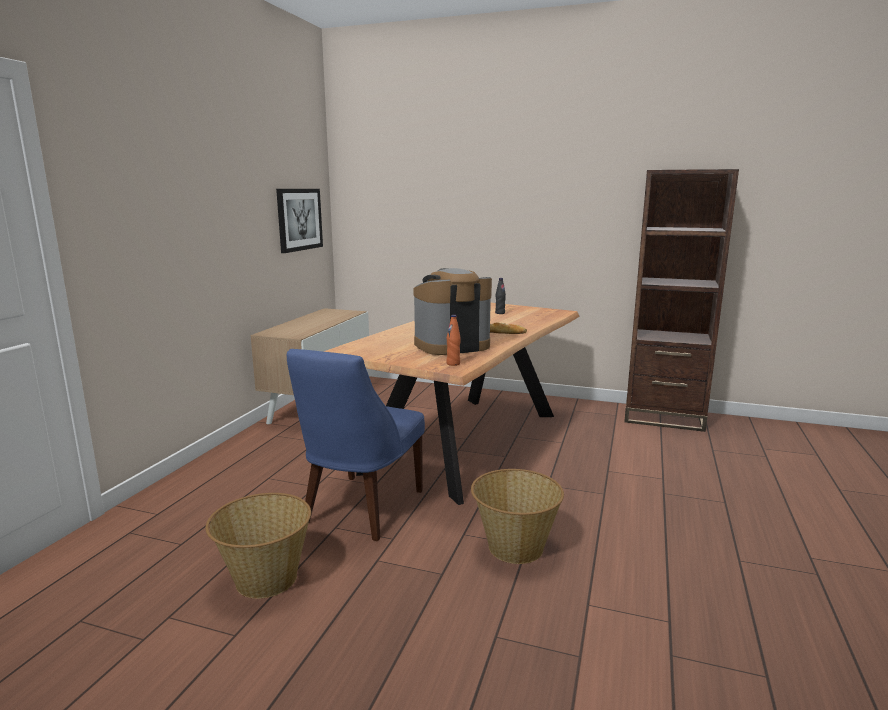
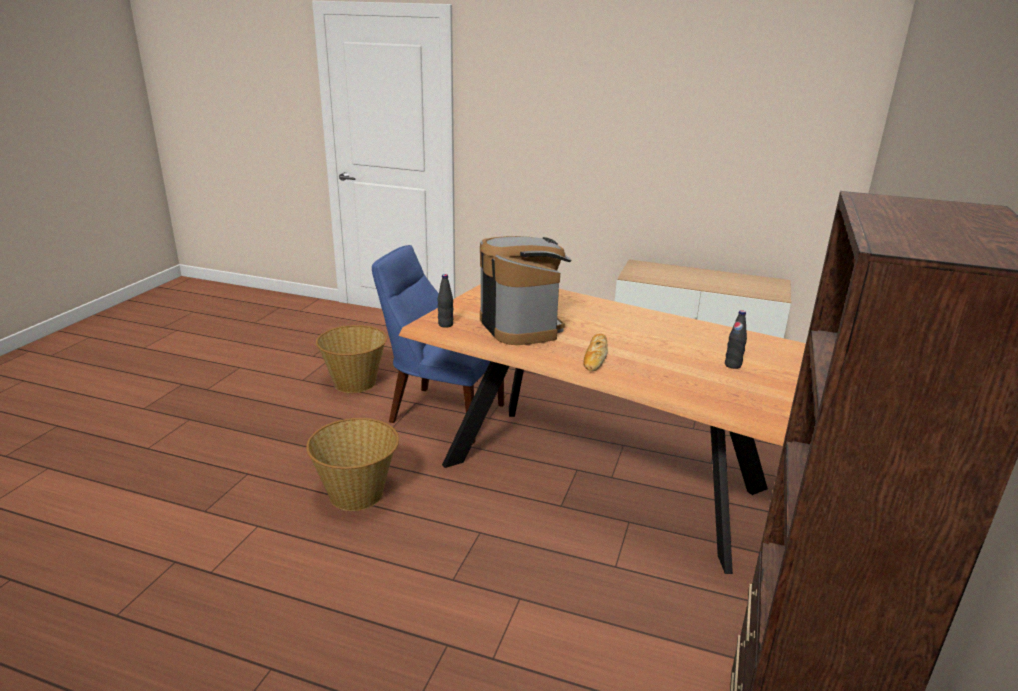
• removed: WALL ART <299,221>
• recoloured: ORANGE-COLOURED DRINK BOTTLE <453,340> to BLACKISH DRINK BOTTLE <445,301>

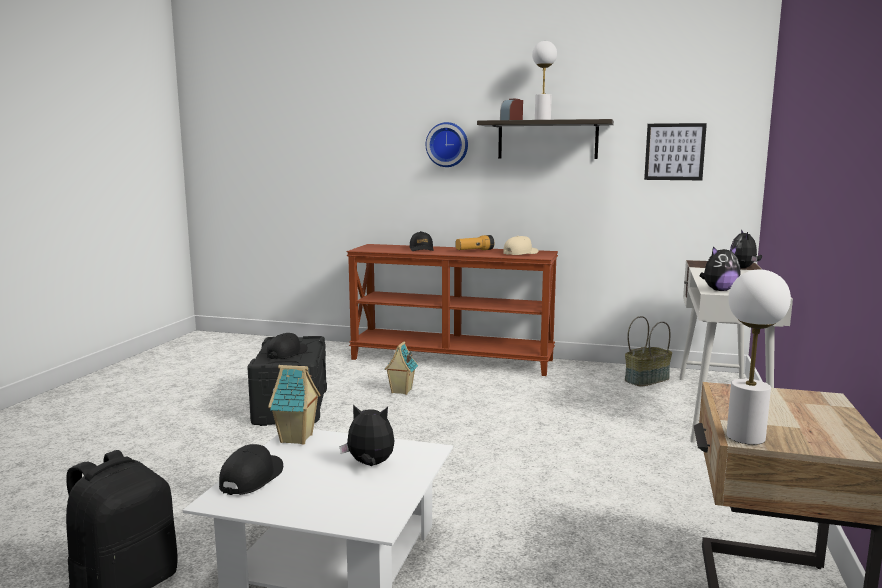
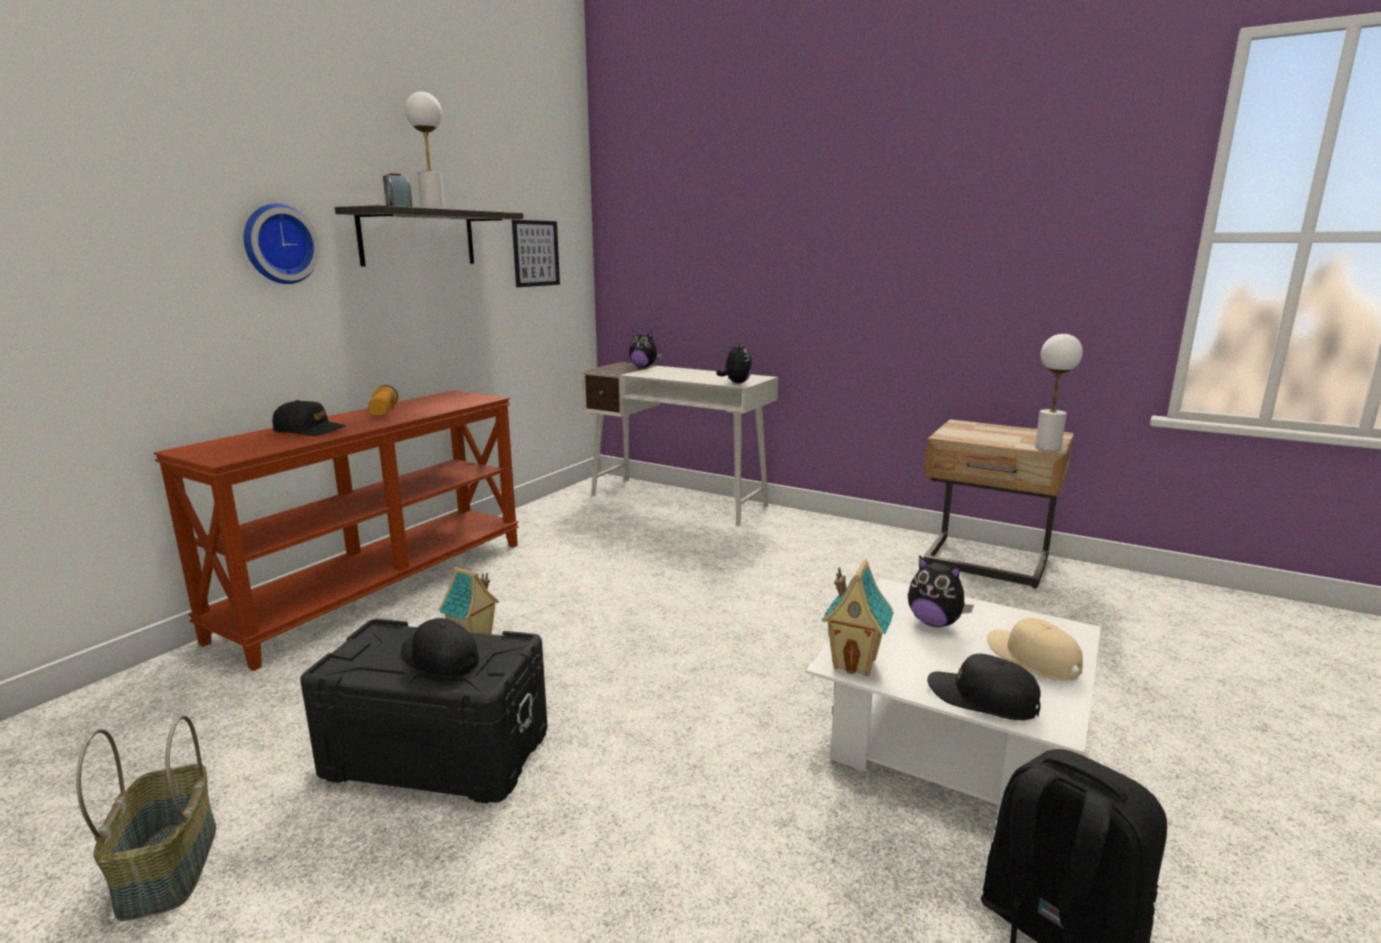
• moved: SAND-COLOURED PEAKED CAP <520,245> to <1035,649>
• moved: BASKET <648,351> to <146,818>
• turned: SOFT TOY <366,435> = <941,591> 75 degrees counterclockwise

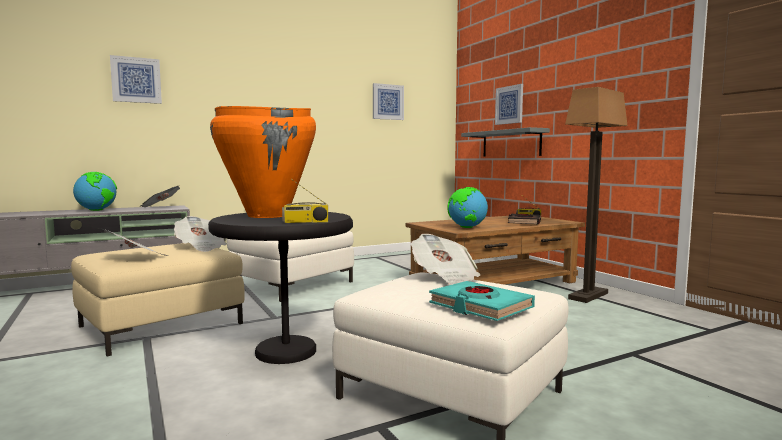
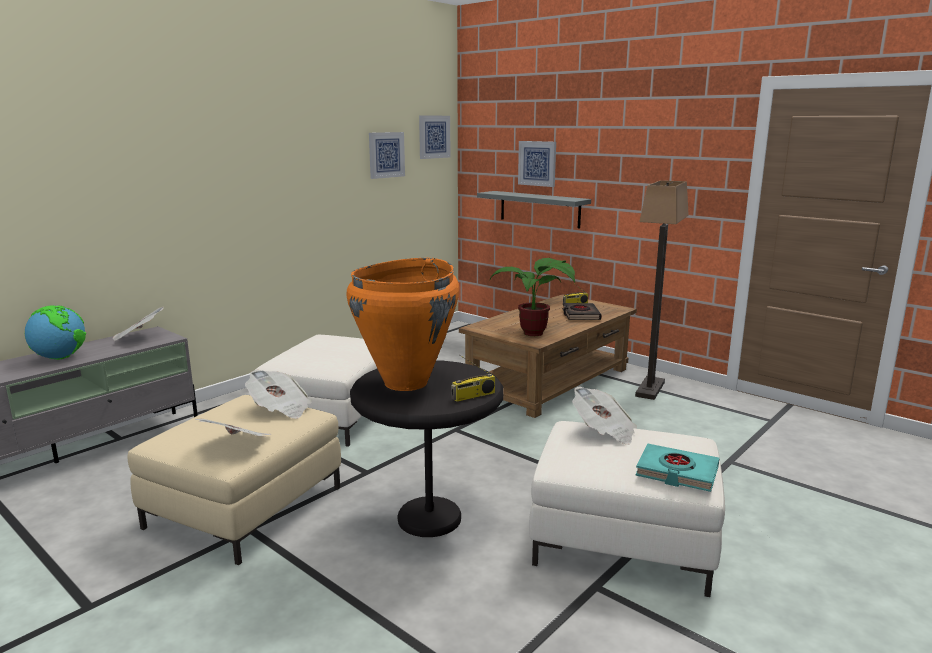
• moved: WALL ART <136,79> to <434,137>
• replaced: DESK GLOBE <467,207> to HOUSEPLANT <532,297>

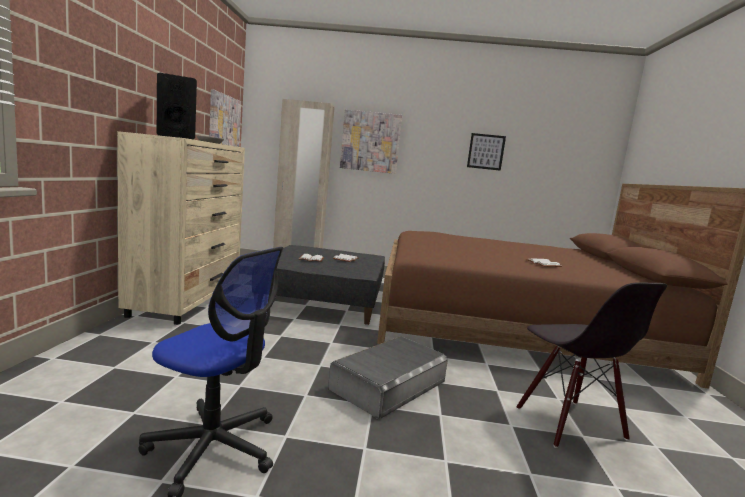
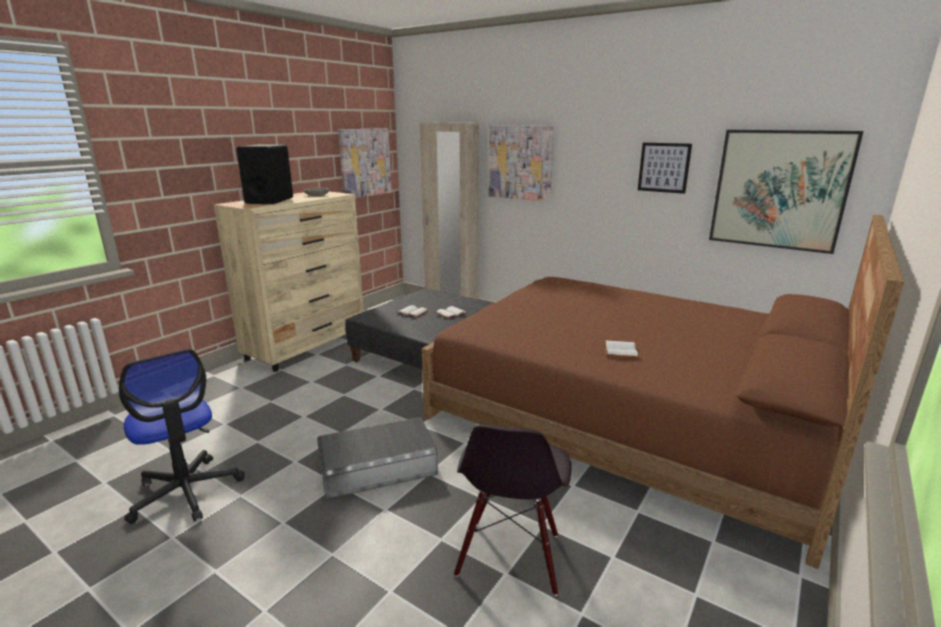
• added: WALL ART <786,192>

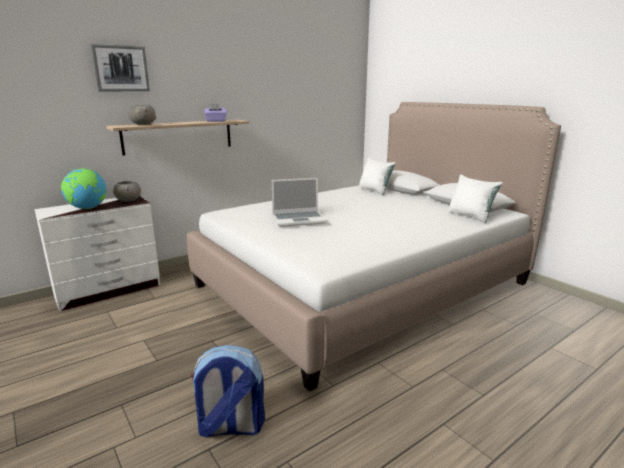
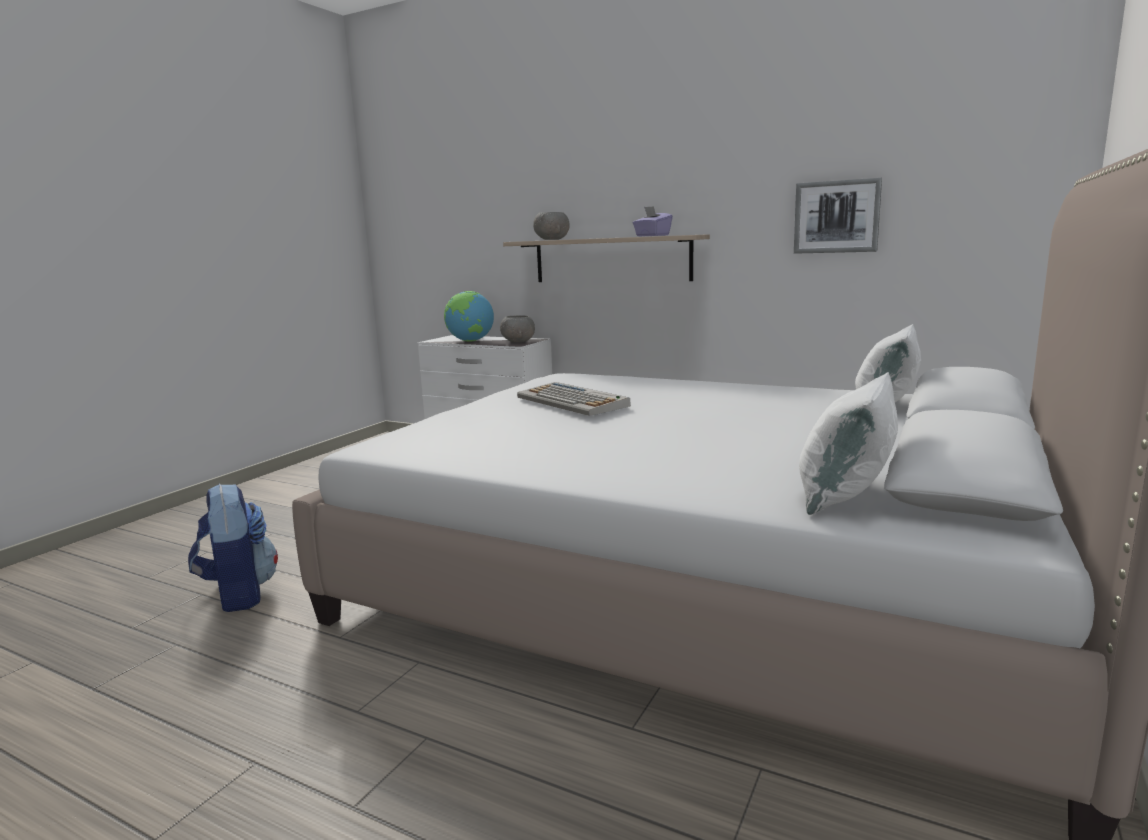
• moved: WALL ART <120,67> to <838,216>
• replaced: PORTABLE COMPUTER <299,202> to PC KEYBOARD <574,399>

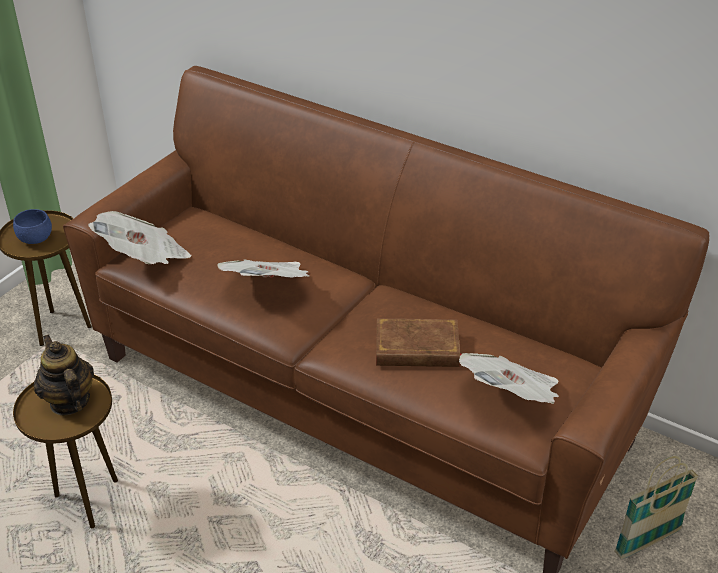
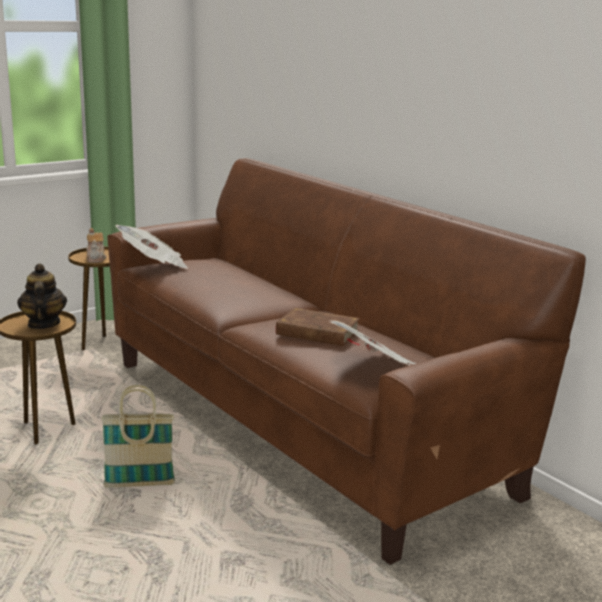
• replaced: BLUISH BOWL <32,226> to TEAPOT <97,245>
• removed: NEWSPAPER <263,269>
• moved: BASKET <656,507> to <138,436>

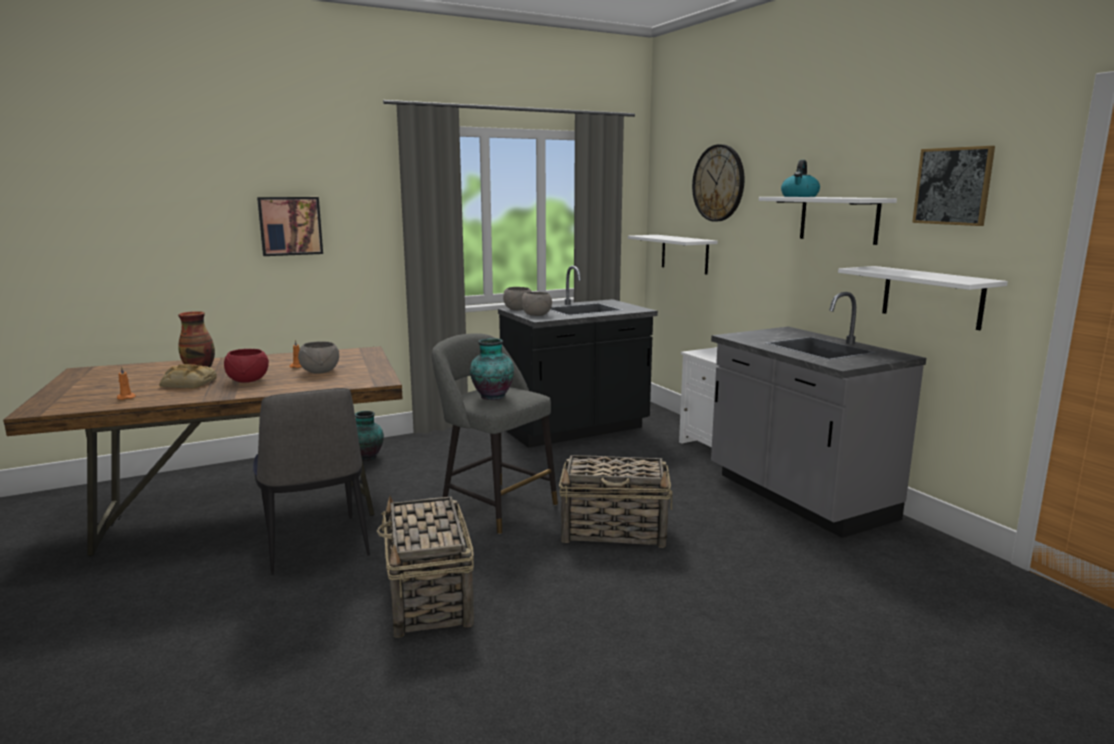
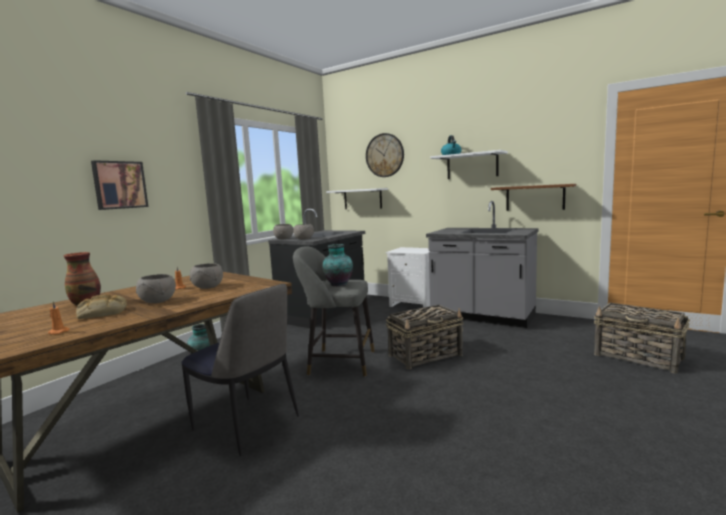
• removed: WALL ART <953,186>
• recoloured: WHITE SHELF <923,298> to BROWN SHELF <533,197>
• recoloured: REDDISH BOWL <246,366> to GRAY BOWL <156,288>
• moved: BASKET <425,567> to <642,338>

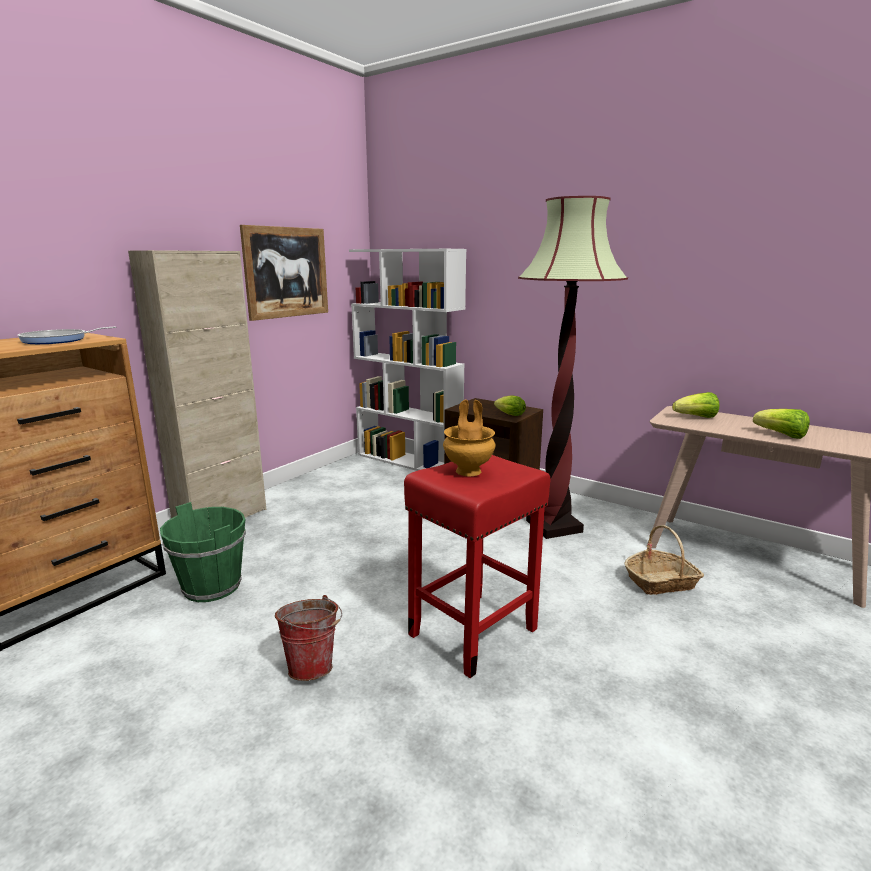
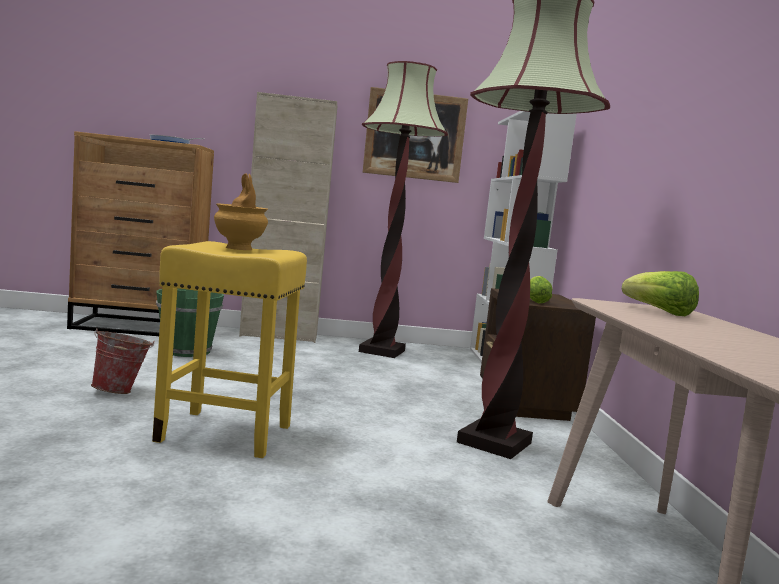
• removed: LETTUCE <781,424>
• recoloured: REDDISH SITTING STOOL <477,566> to YELLOW-COLOURED SITTING STOOL <229,349>
• removed: BASKET <664,560>
• added: FLOOR LAMP <403,209>

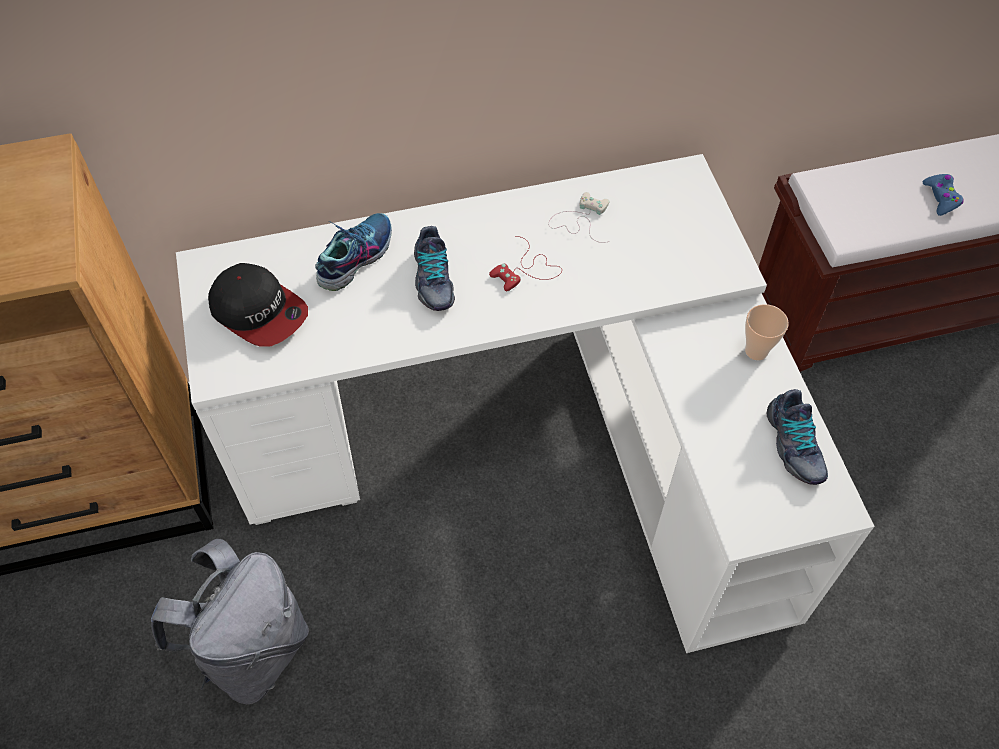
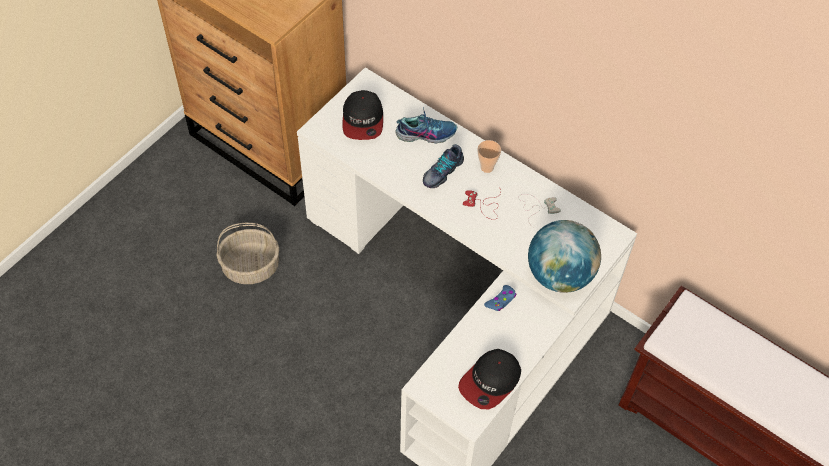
• moved: BLUISH GAME CONTROLLER <943,195> to <500,298>
• moved: DRINKING CUP <767,332> to <489,156>
• replaced: SHOE <797,437> to PEAKED CAP <489,379>
• replaced: GRAY BACKPACK <230,621> to BASKET <247,253>
• added: DESK GLOBE <564,256>

